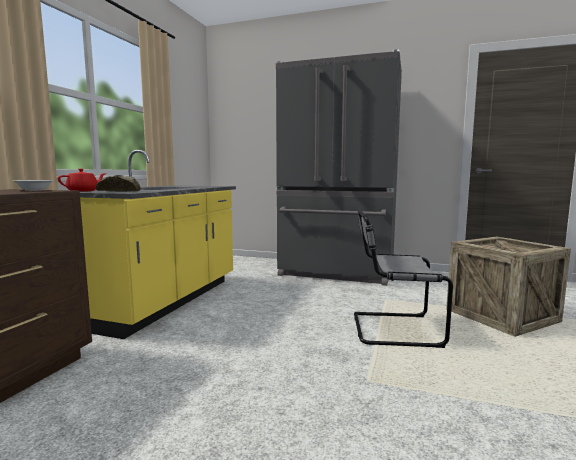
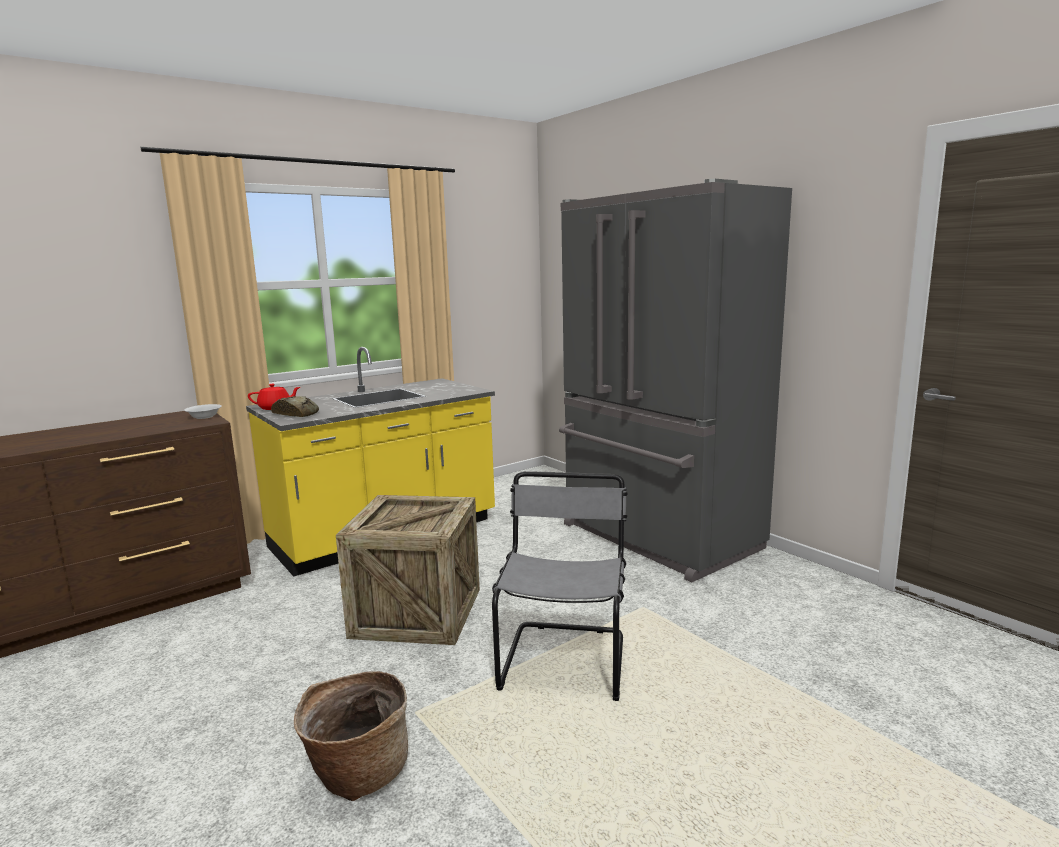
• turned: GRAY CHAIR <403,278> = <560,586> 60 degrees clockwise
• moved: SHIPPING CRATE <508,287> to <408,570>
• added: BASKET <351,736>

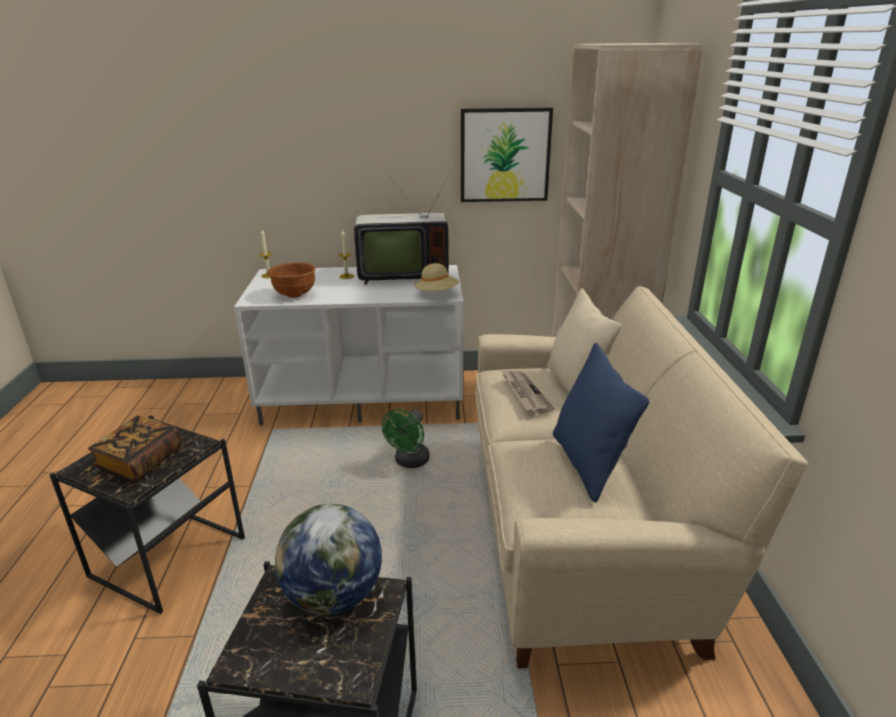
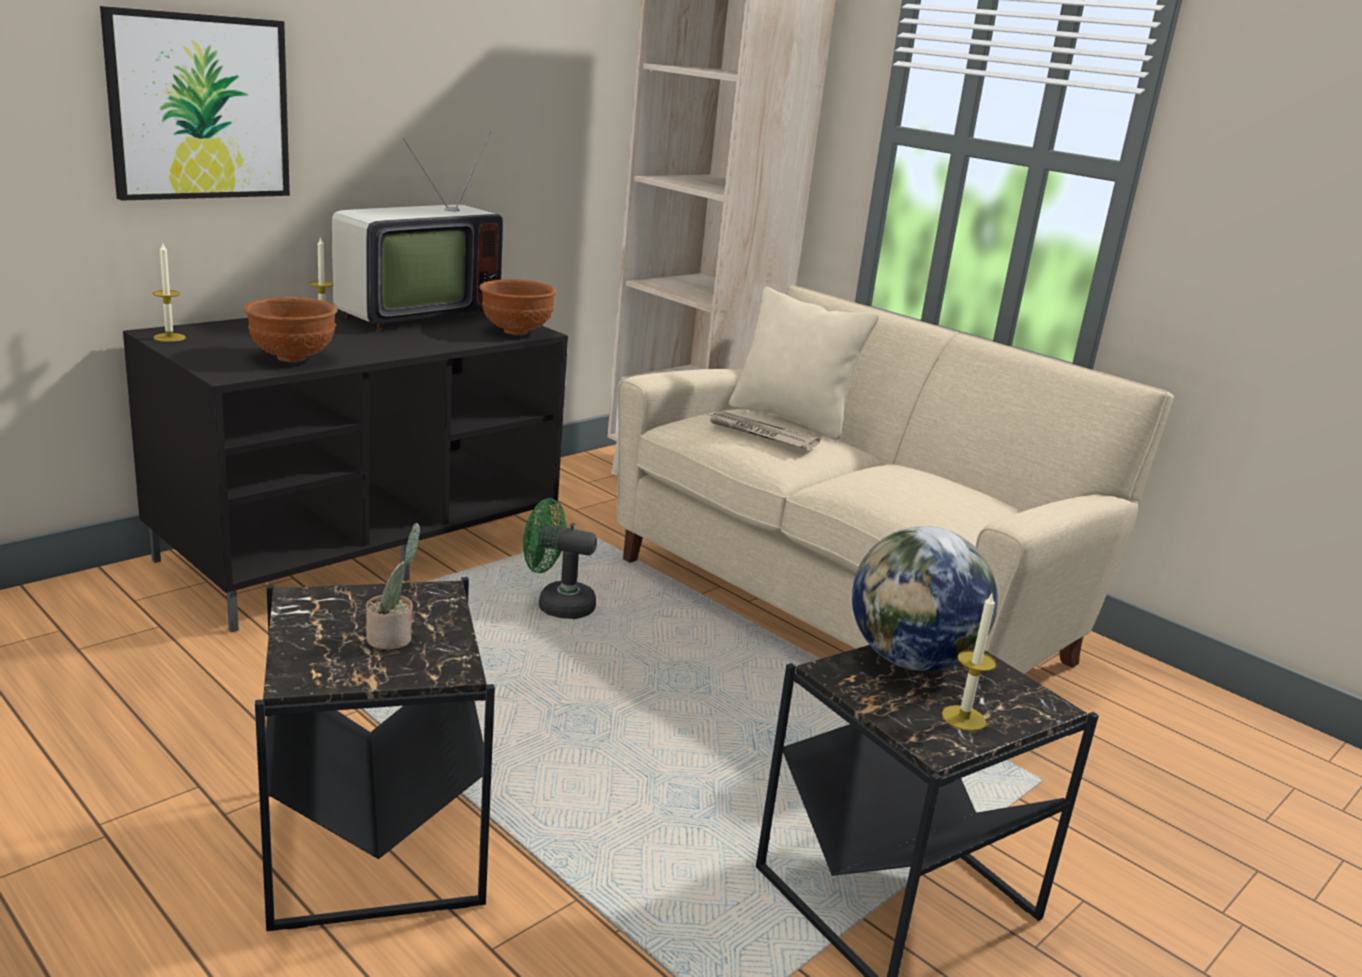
• moved: WALL ART <507,155> to <195,103>
• replaced: SAND-COLOURED CLOTHING HAT <436,277> to BROWN BOWL <518,307>
• recoloured: WHITE MEDIA CONSOLE <348,345> to BLACKISH MEDIA CONSOLE <345,470>
• removed: BLUISH PILLOW <601,422>
• turned: GREENISH FAN <406,438> = <560,558> 120 degrees clockwise
• replaced: BOOK <134,449> to HOUSEPLANT <393,586>
• added: CANDLE <969,662>

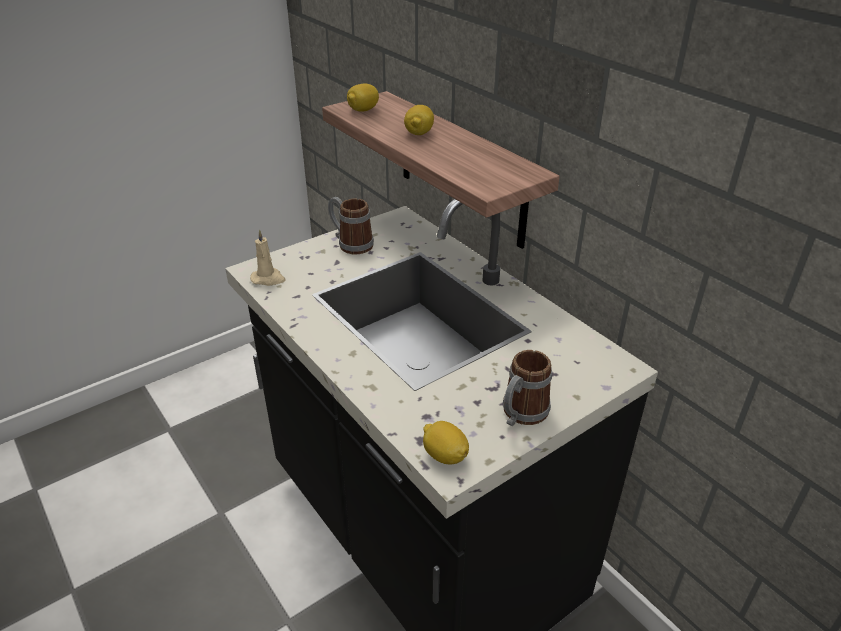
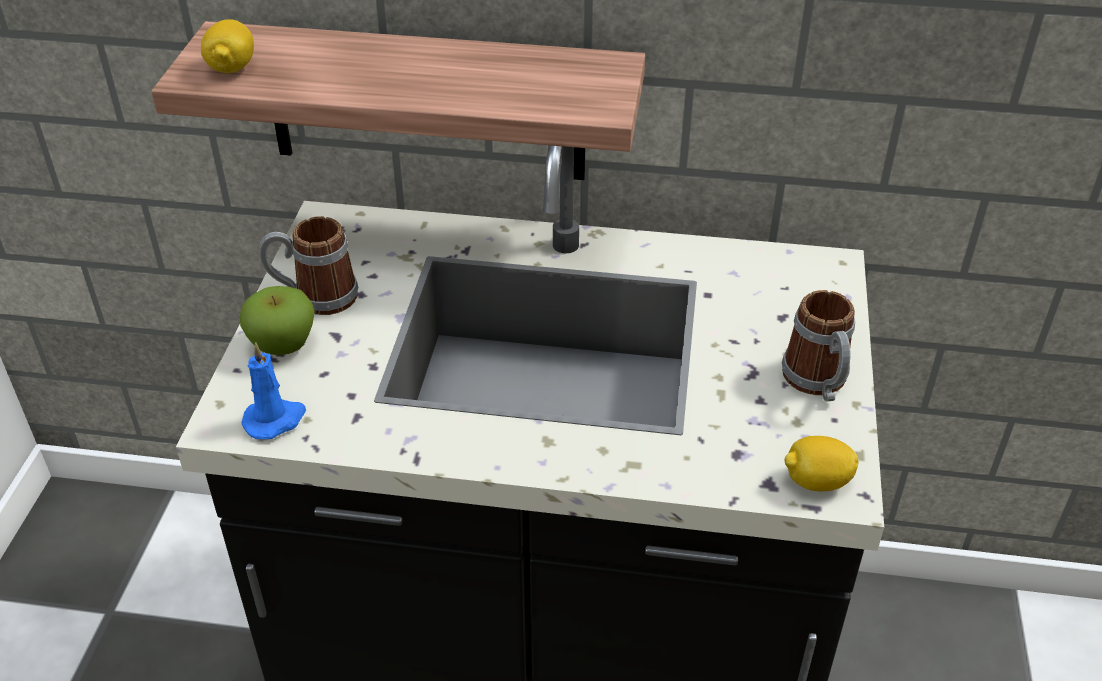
• removed: CITRUS FRUIT <419,120>
• recoloured: SAND-COLOURED CANDLE <268,257> to BLUISH CANDLE <274,390>
• added: APPLE <277,320>

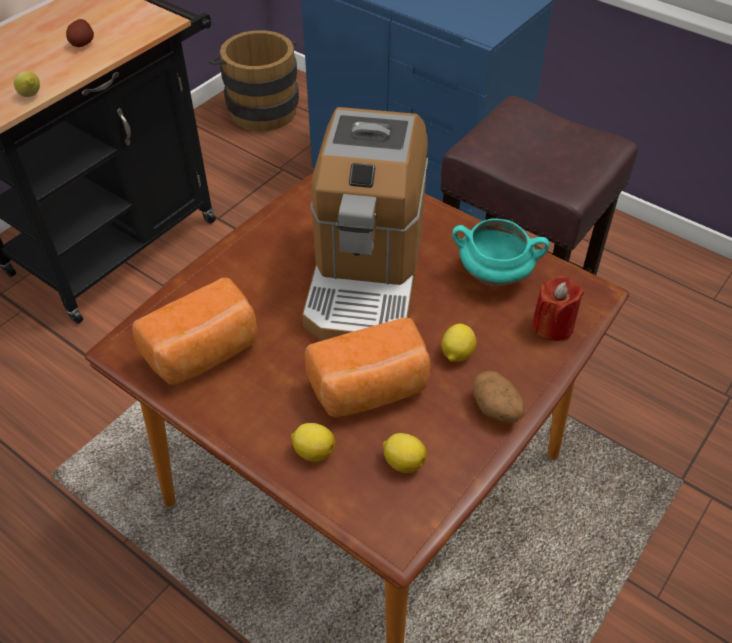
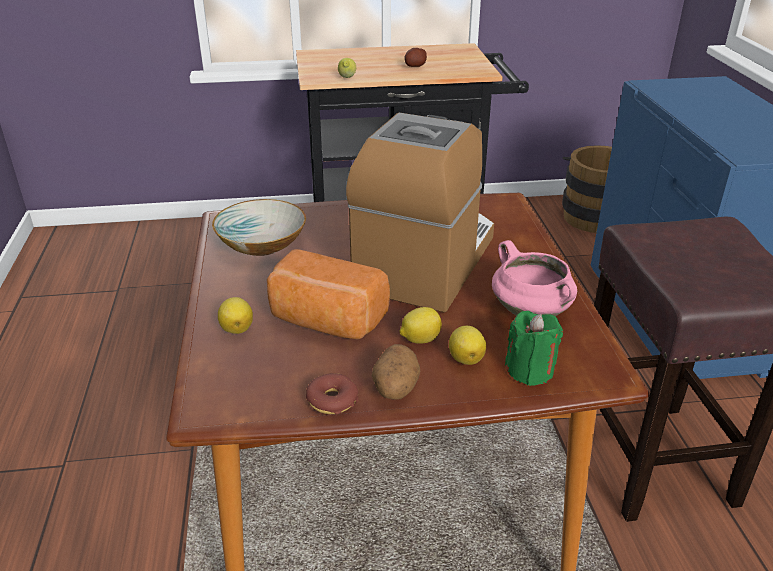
• turned: COFFEE BREWER <365,224> = <420,213> 150 degrees clockwise
• recoloured: TURQUOISE-COLOURED SAUCEPOT <501,252> to PINK SAUCEPOT <534,278>
• recoloured: REDDISH CANDLE <558,308> to GREENISH CANDLE <534,348>
• replaced: BAKED BREAD <194,331> to BOWL <259,227>
• moved: CITRUS FRUIT <405,453> to <467,345>
• added: DOUGHNUT <332,394>

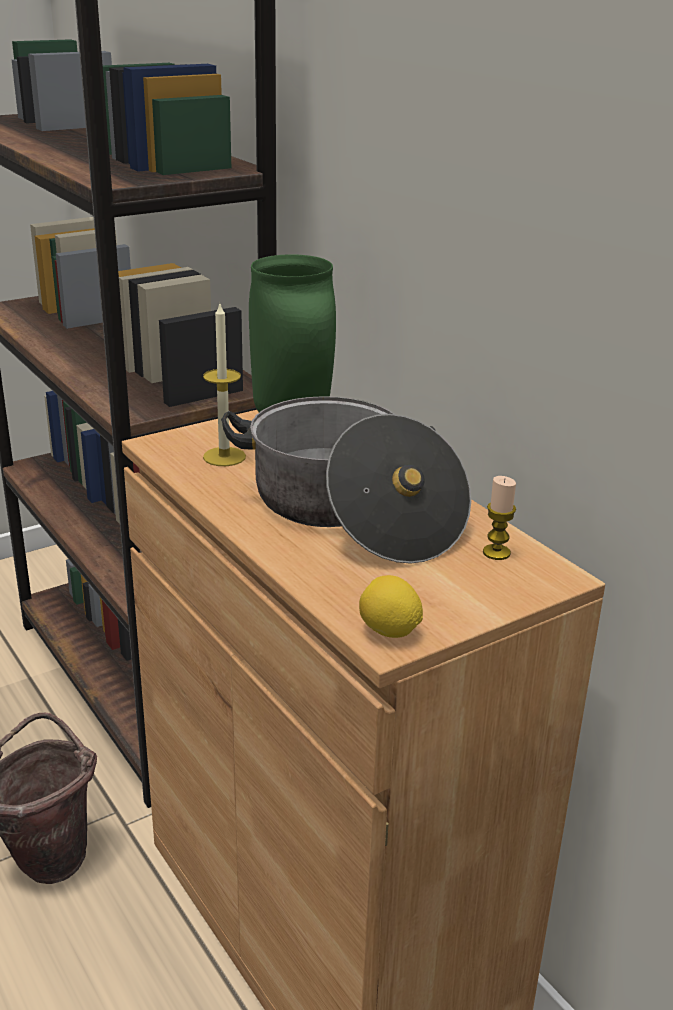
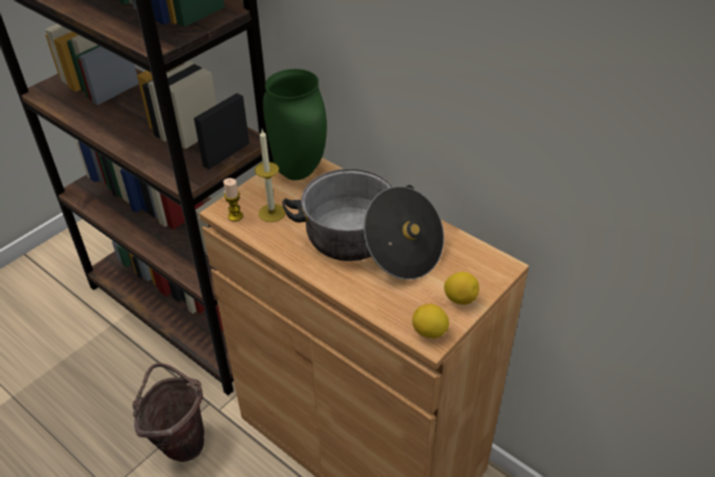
• moved: CANDLE <499,518> to <233,199>
• added: CITRUS FRUIT <461,288>

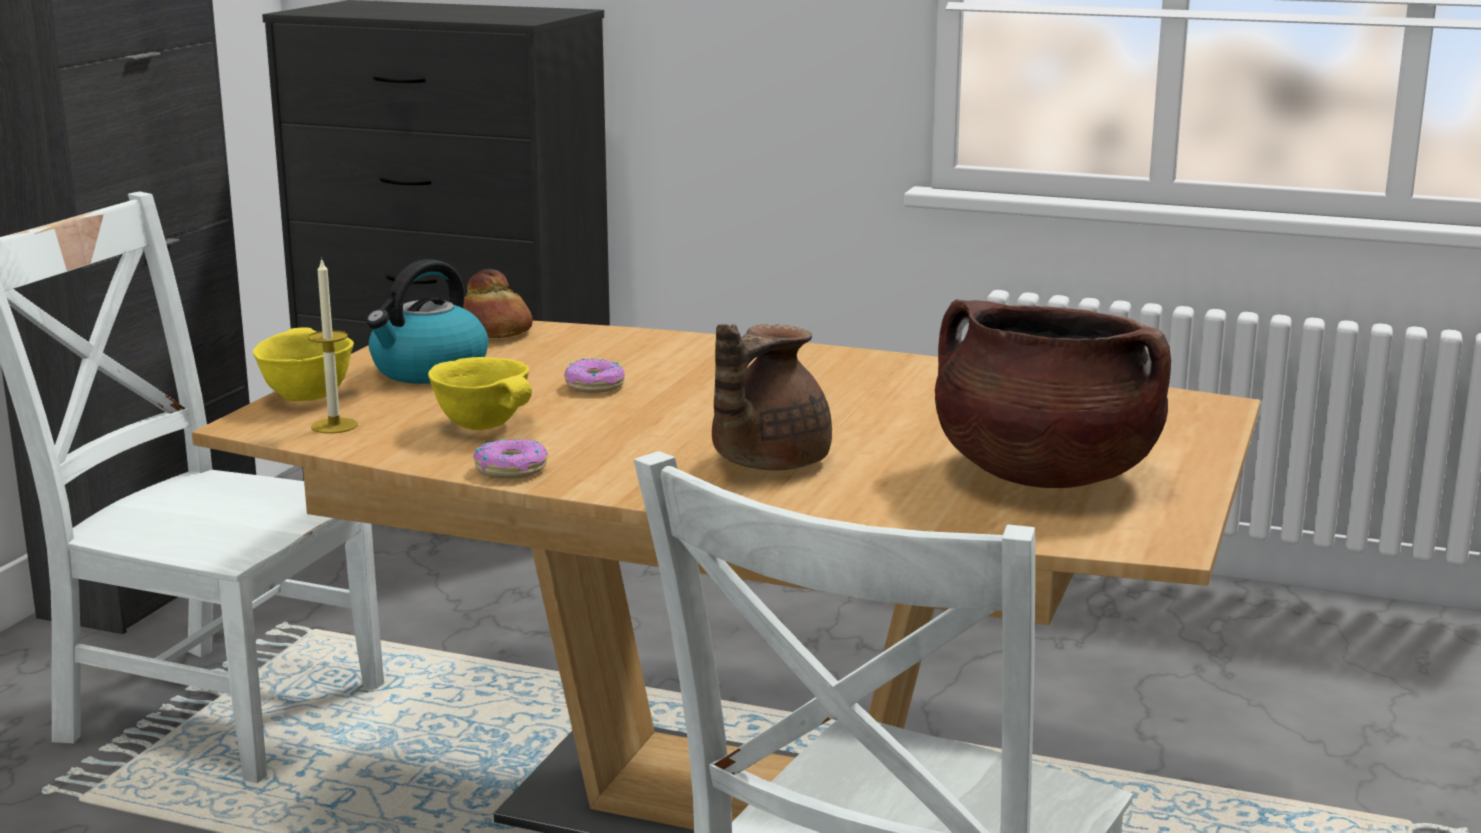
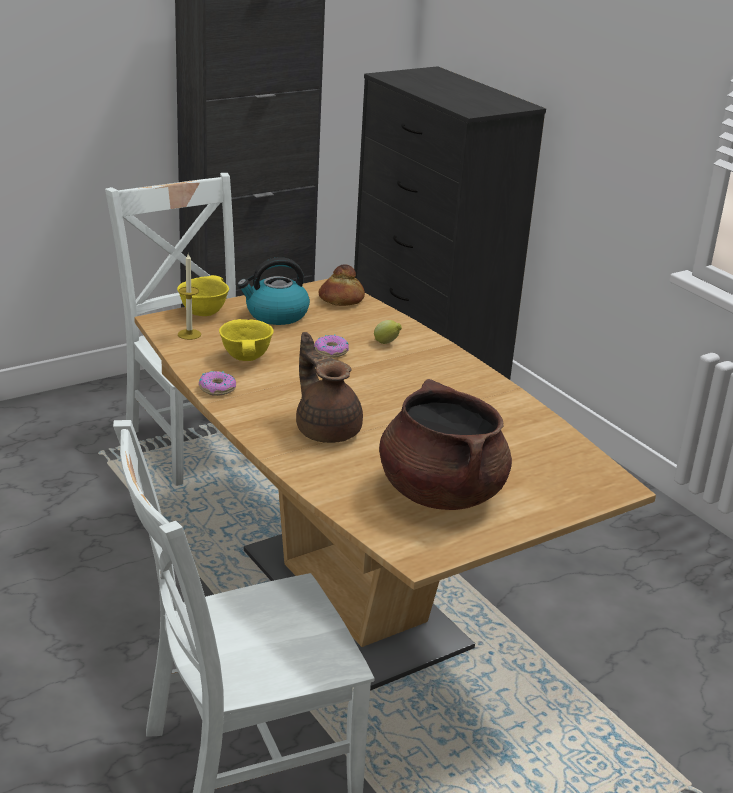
• turned: BROWN TEAPOT <772,397> = <329,387> 75 degrees clockwise
• added: CITRUS FRUIT <388,332>

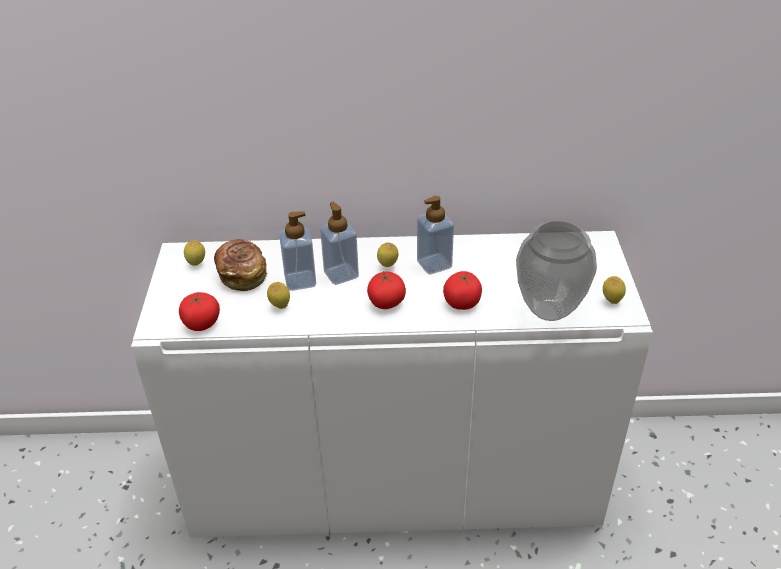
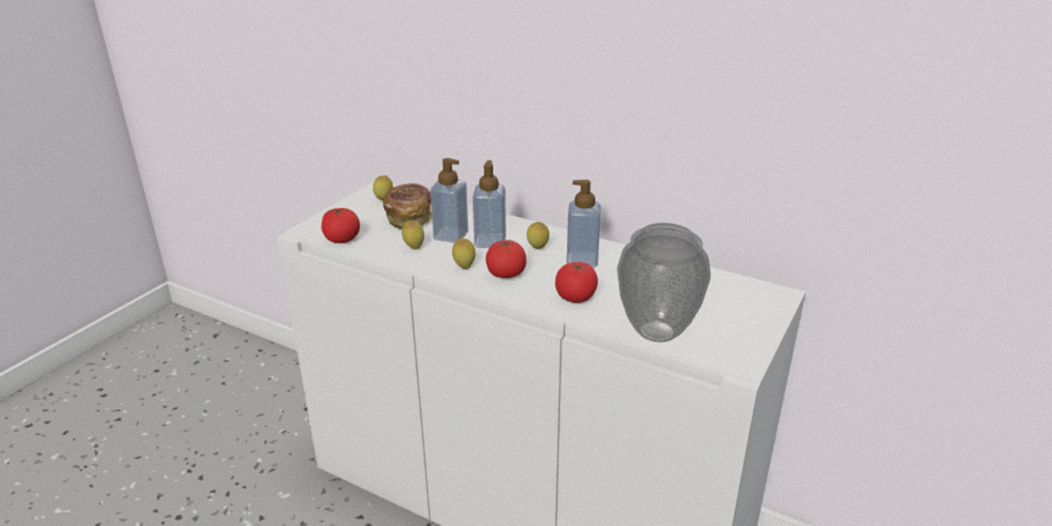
• moved: CITRUS FRUIT <614,290> to <464,253>

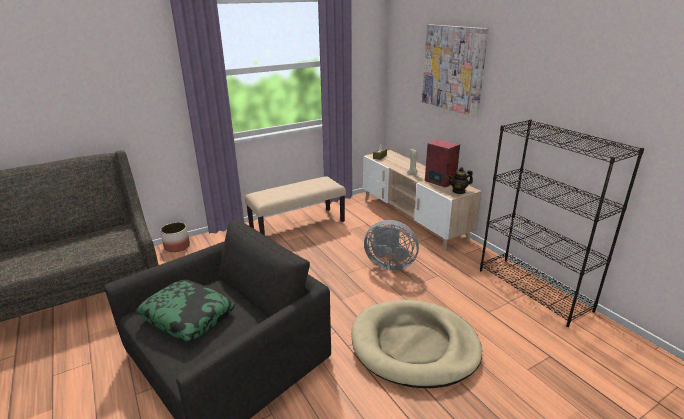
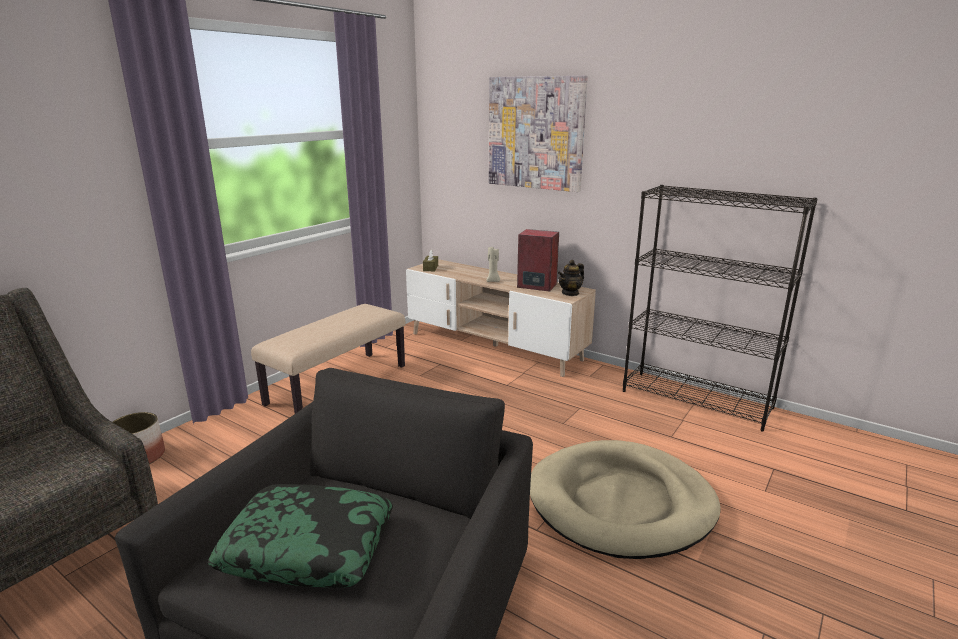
• removed: GRAY FAN <391,245>

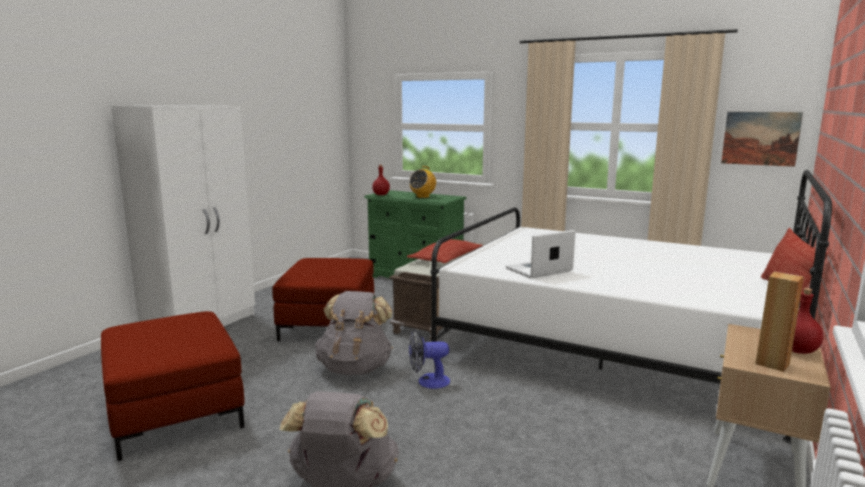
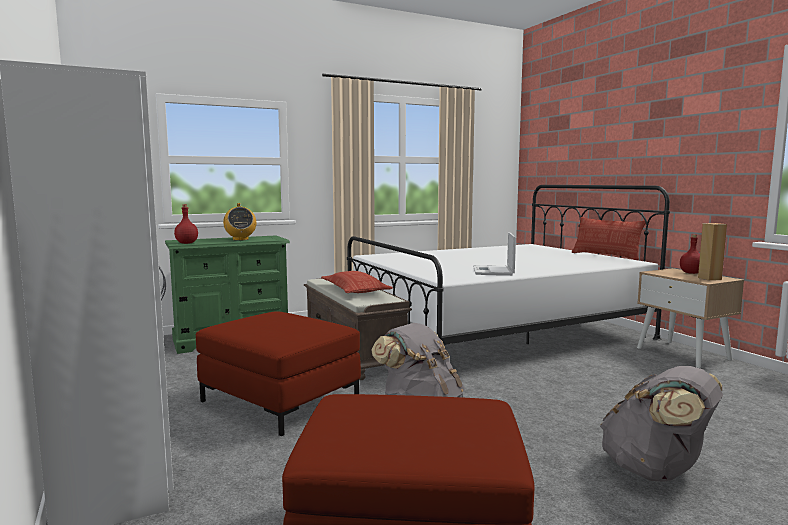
• removed: WALL ART <762,139>
• removed: FAN <429,359>

